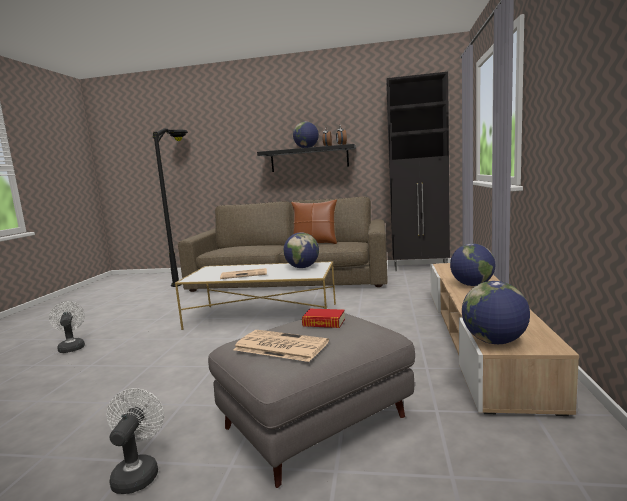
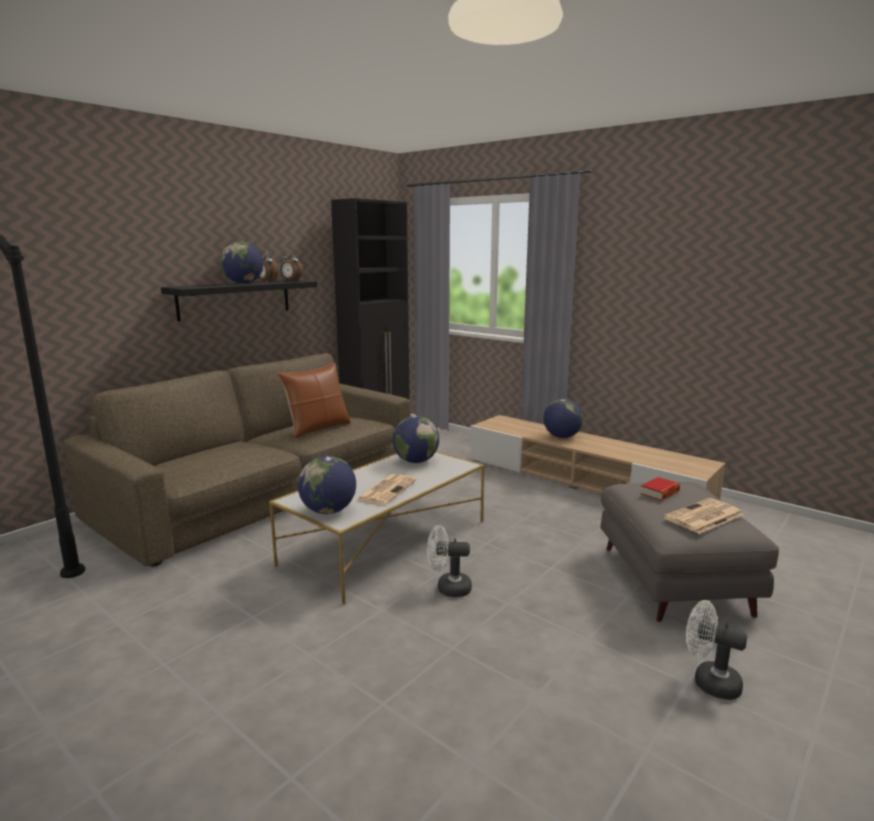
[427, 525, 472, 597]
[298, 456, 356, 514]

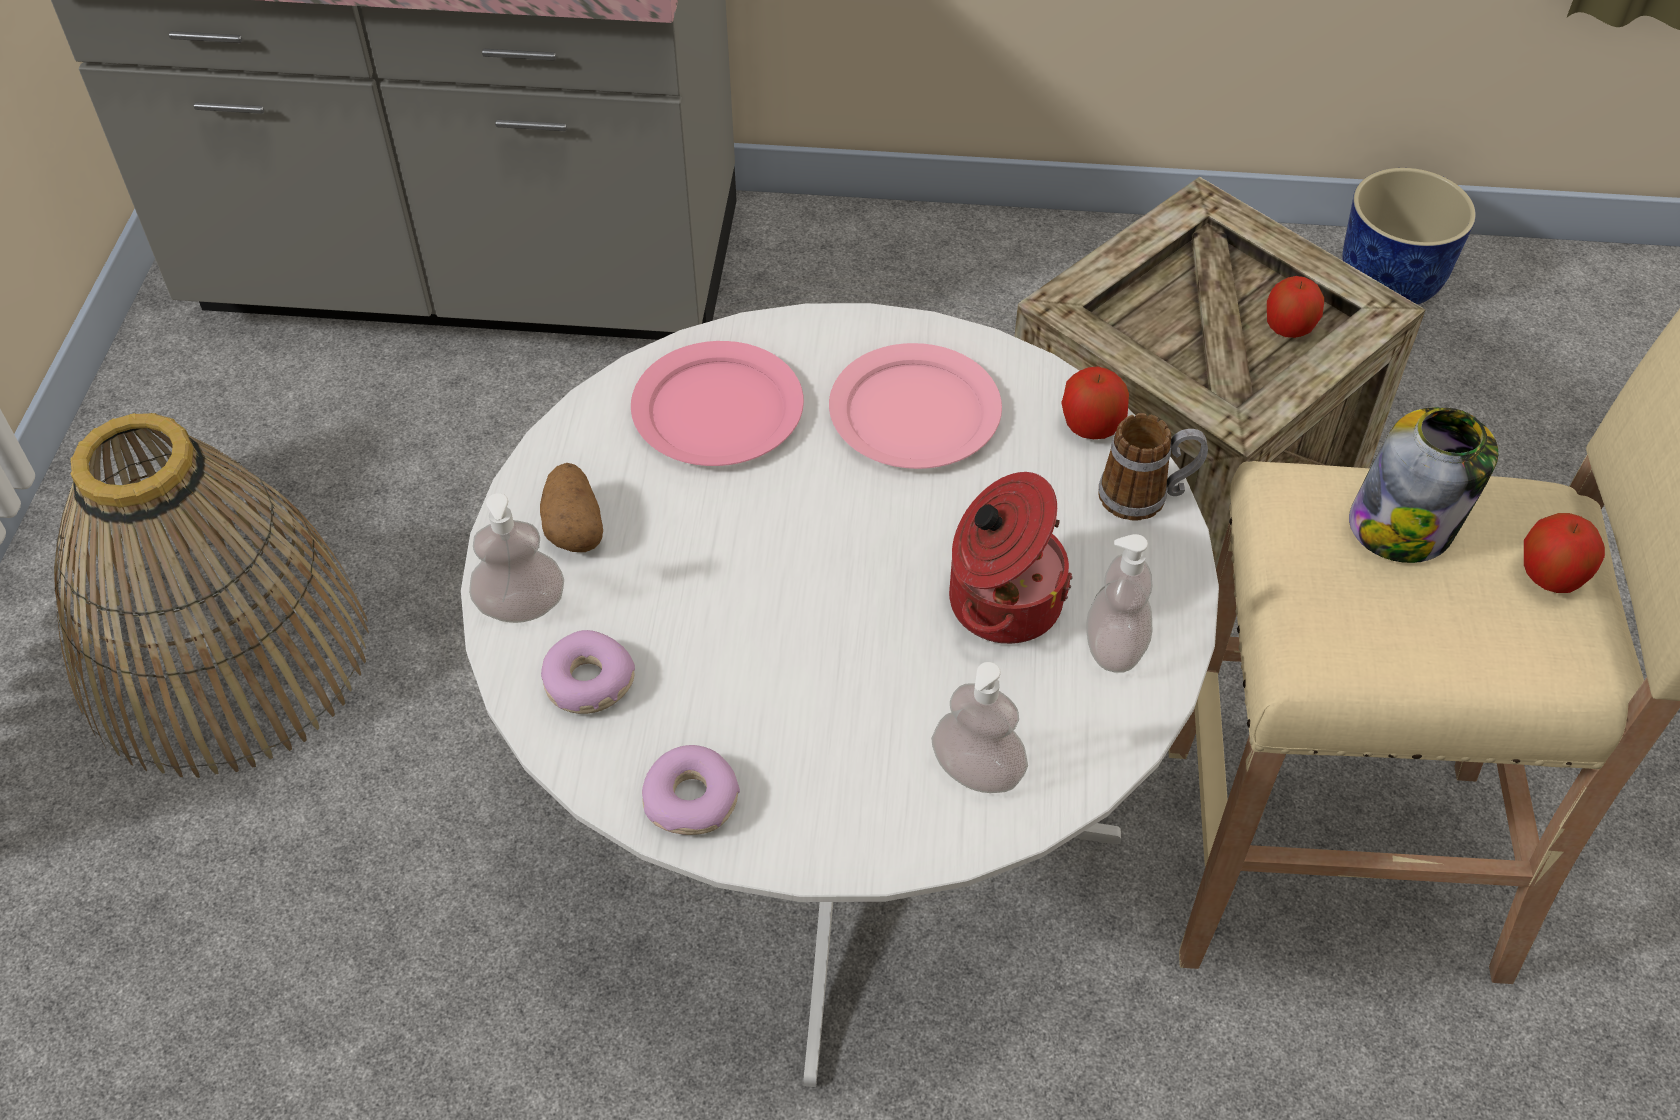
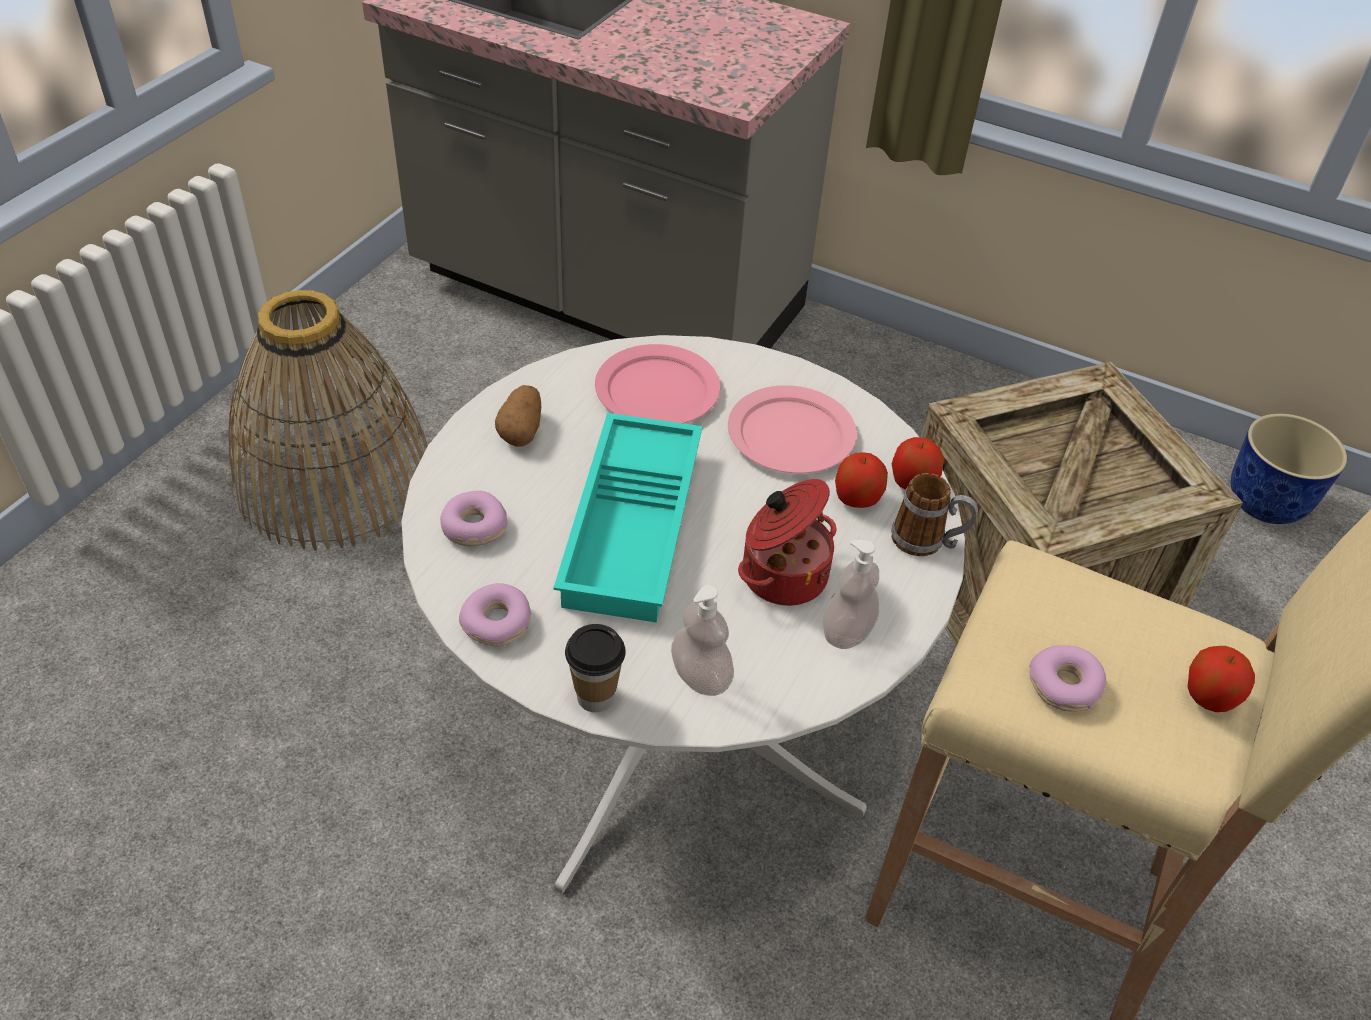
[469, 493, 564, 623] (first image)
[835, 452, 888, 508]
[1349, 407, 1498, 563] (first image)
[554, 413, 702, 623]
[565, 624, 626, 712]
[1029, 645, 1106, 712]

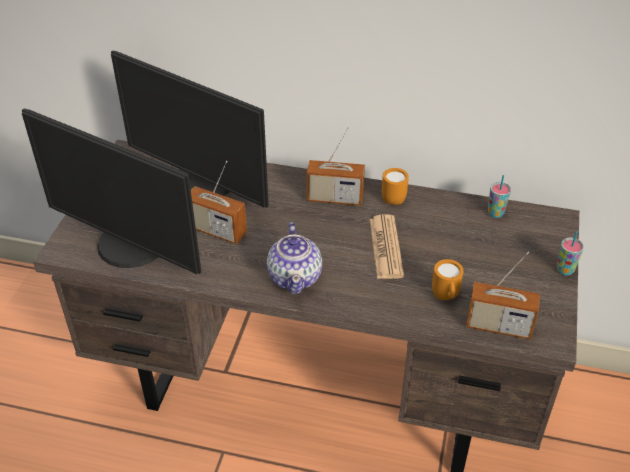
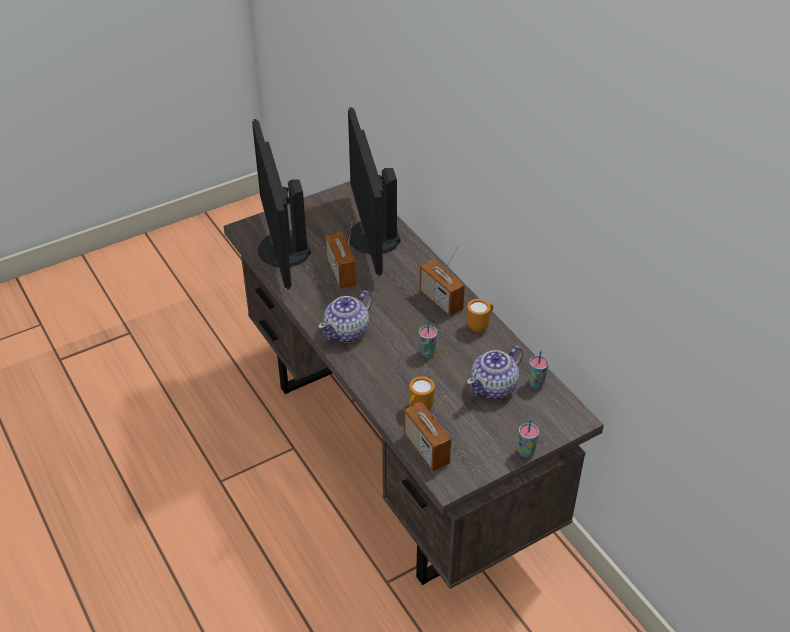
[419, 320, 437, 358]
[467, 346, 523, 399]

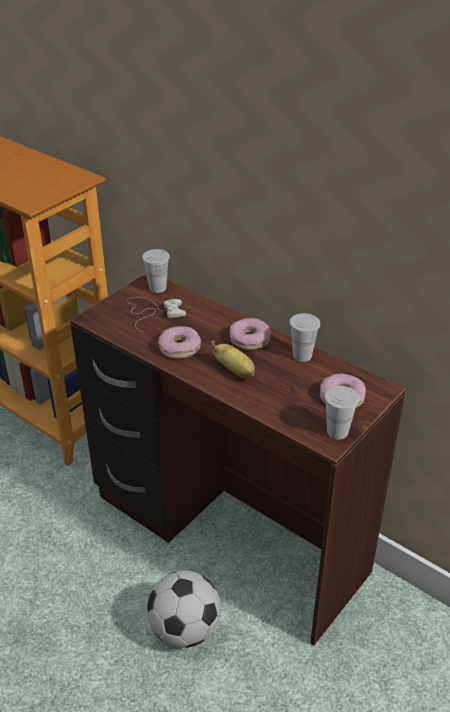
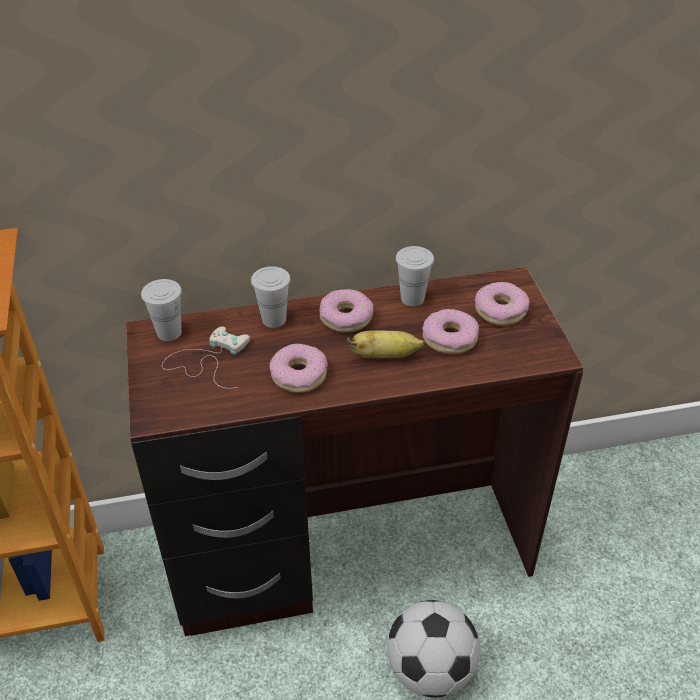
[251, 266, 291, 328]
[422, 309, 479, 354]

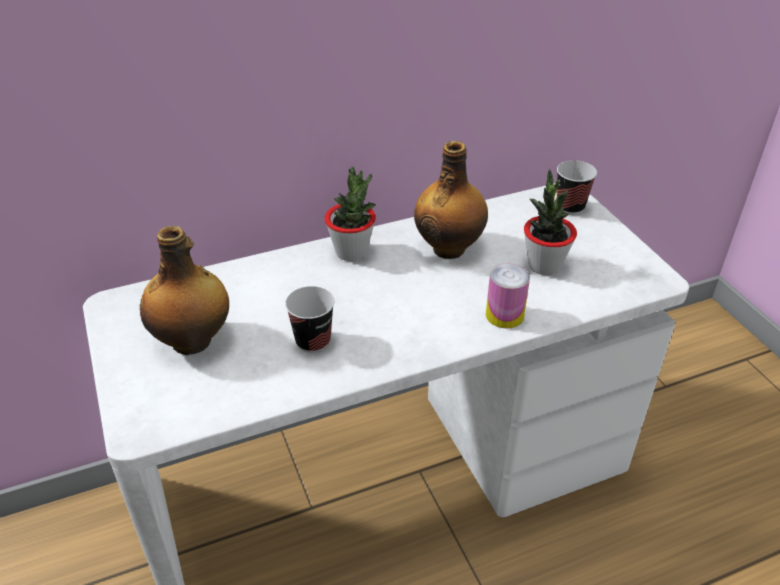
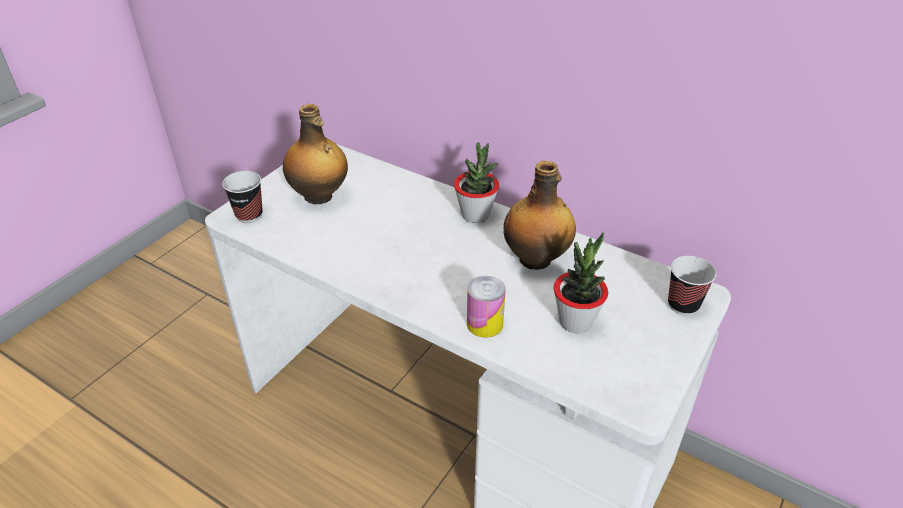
[222, 171, 263, 223]

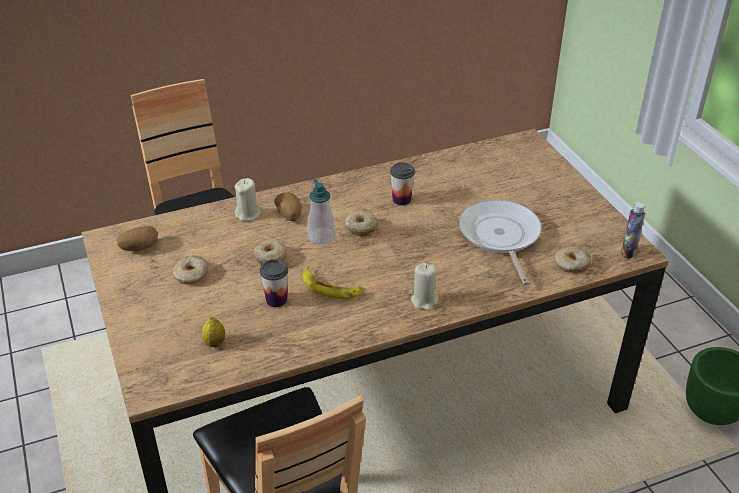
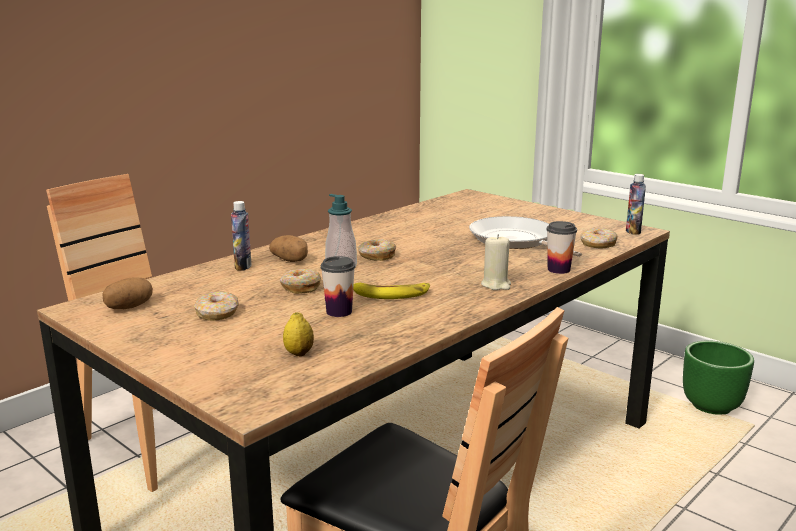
[231, 201, 251, 271]
[546, 221, 577, 274]

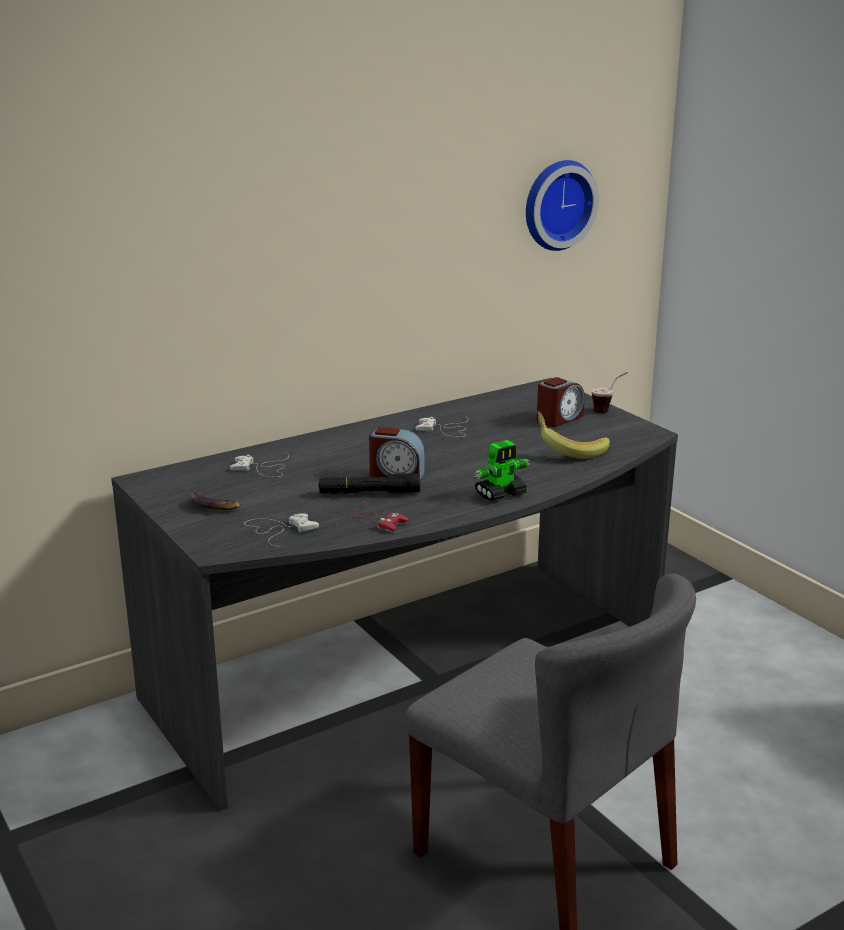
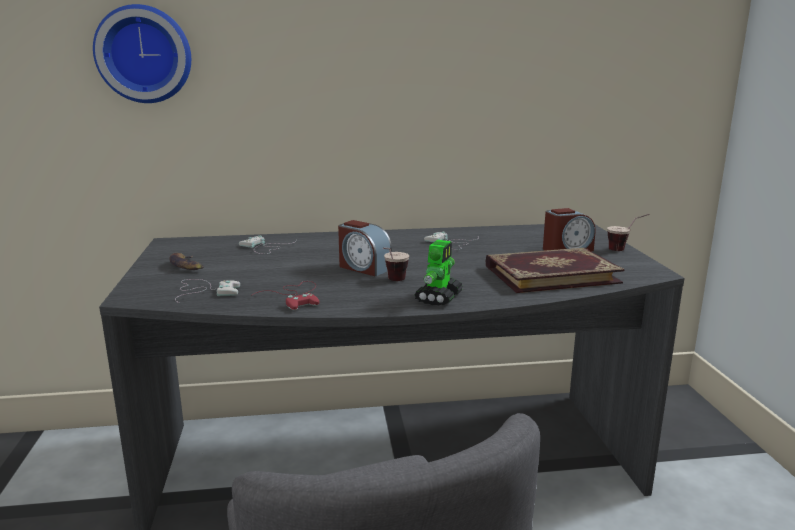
[319, 473, 420, 494] (first image)
[414, 240, 463, 305]
[93, 4, 191, 103]
[486, 248, 625, 293]
[383, 248, 409, 281]

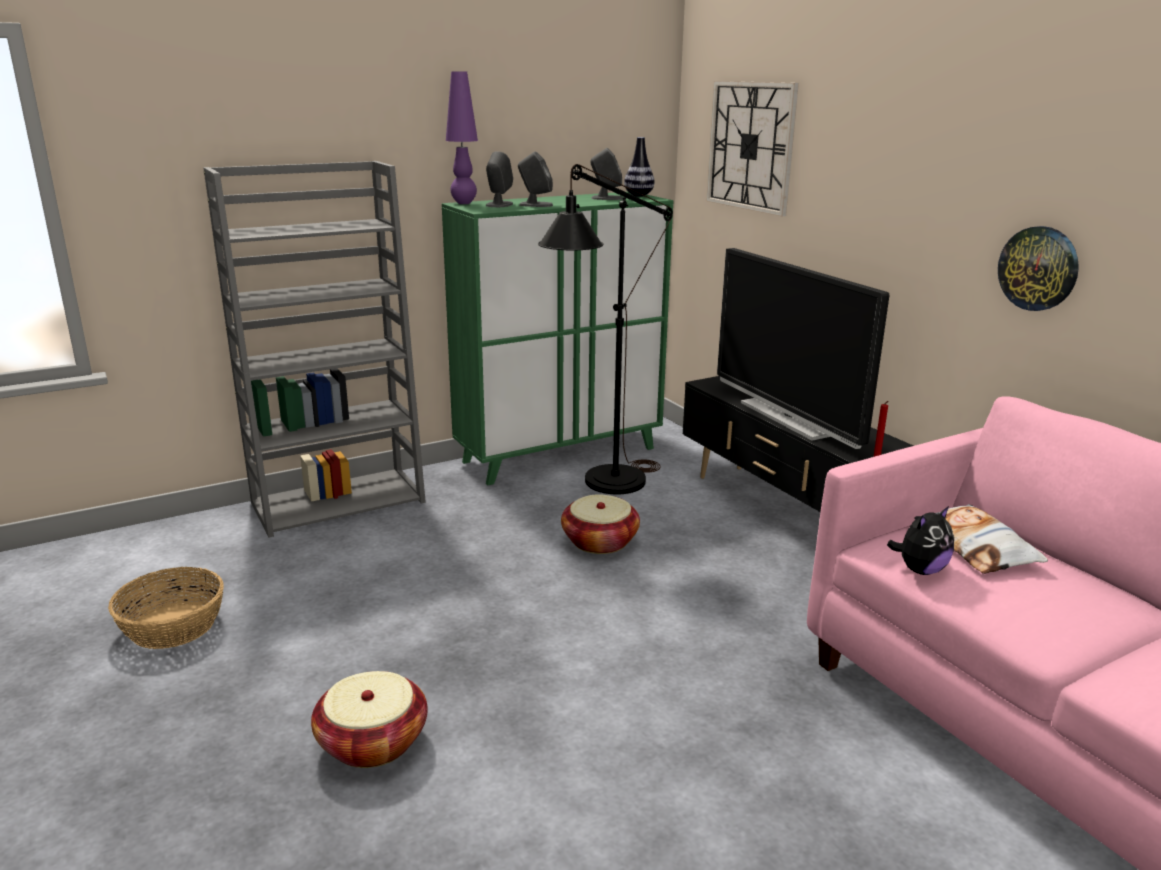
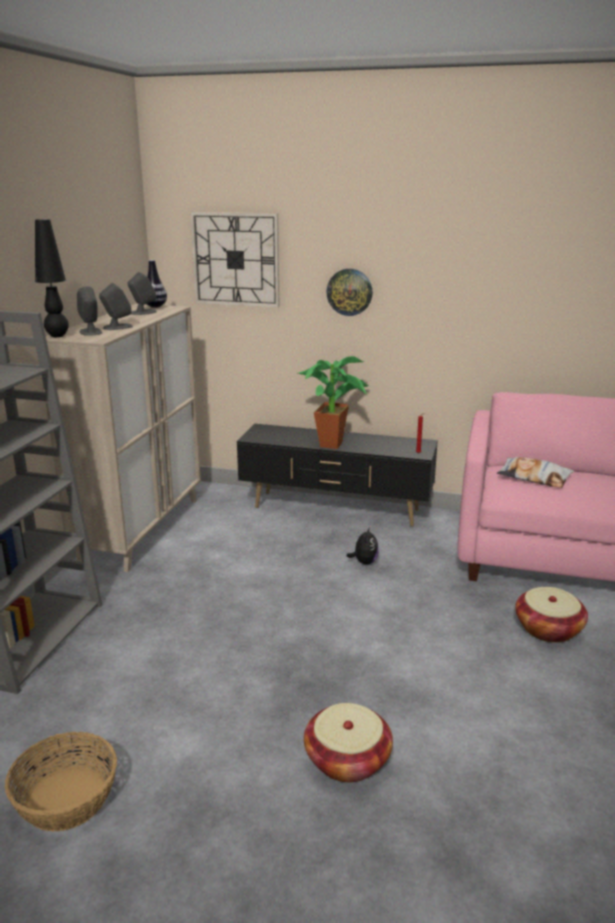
[42, 304, 201, 572]
[35, 219, 69, 337]
[538, 164, 673, 494] (first image)
[515, 587, 588, 643]
[298, 356, 368, 449]
[347, 527, 379, 565]
[327, 269, 372, 316]

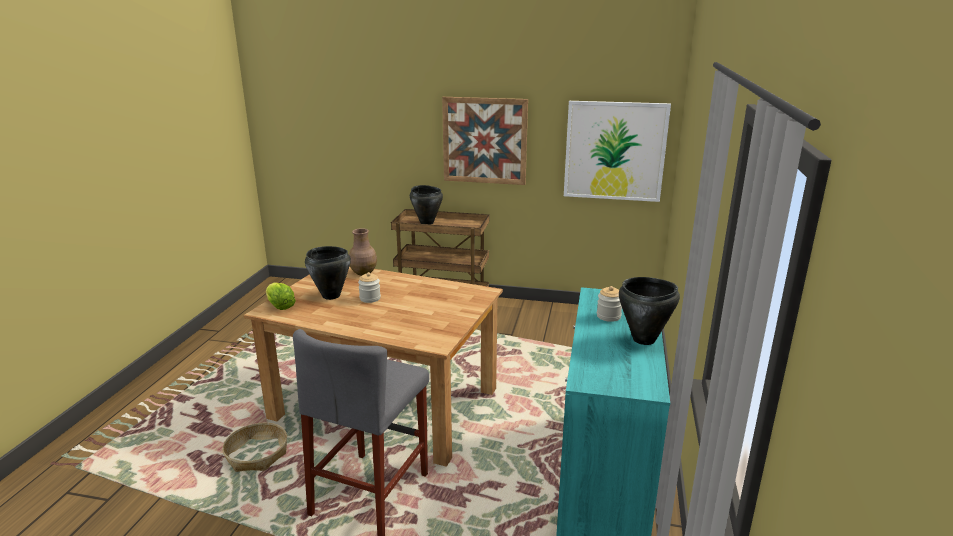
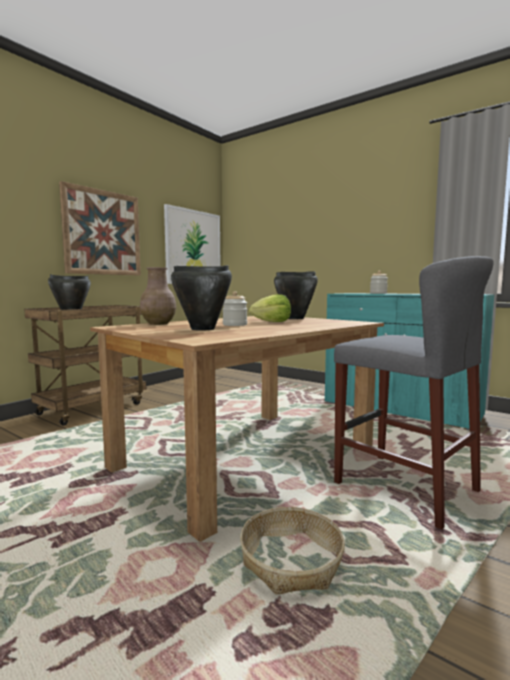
[249, 294, 291, 322]
[274, 271, 318, 319]

